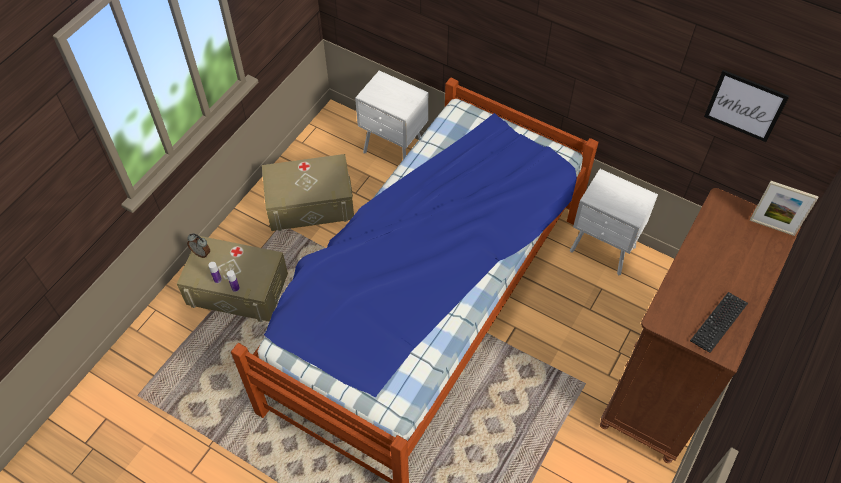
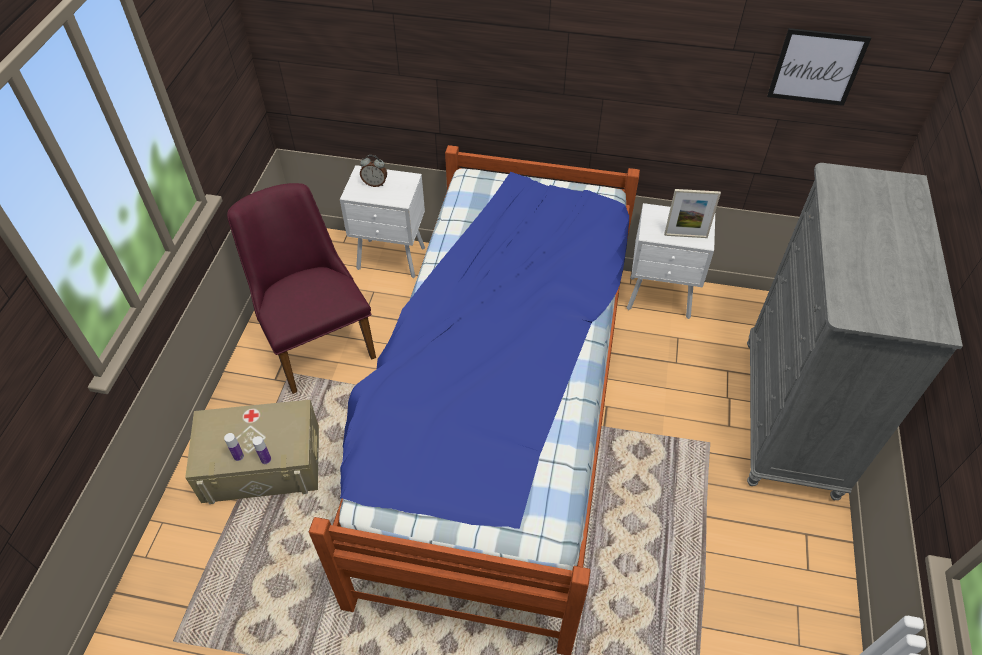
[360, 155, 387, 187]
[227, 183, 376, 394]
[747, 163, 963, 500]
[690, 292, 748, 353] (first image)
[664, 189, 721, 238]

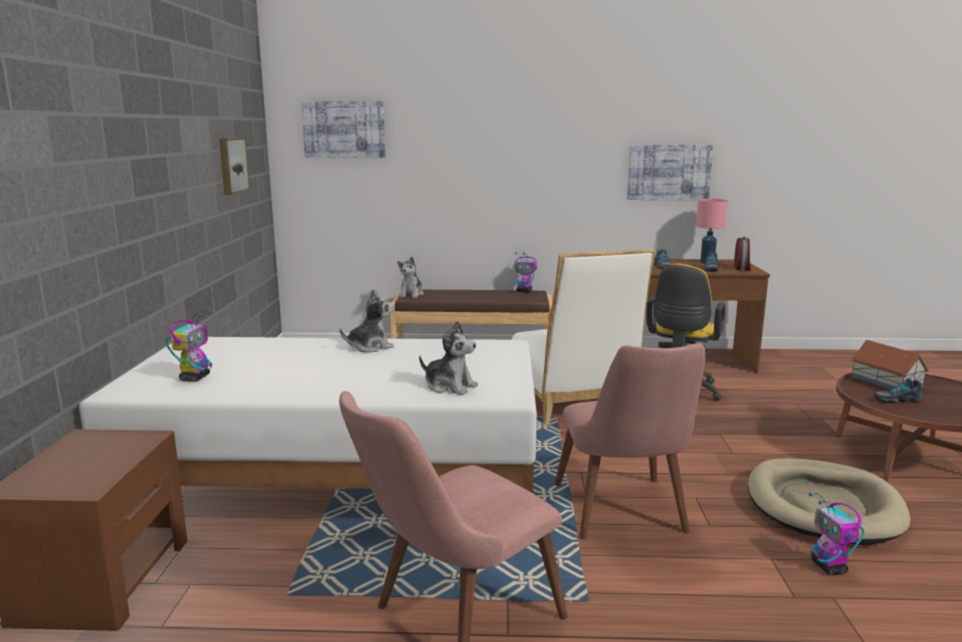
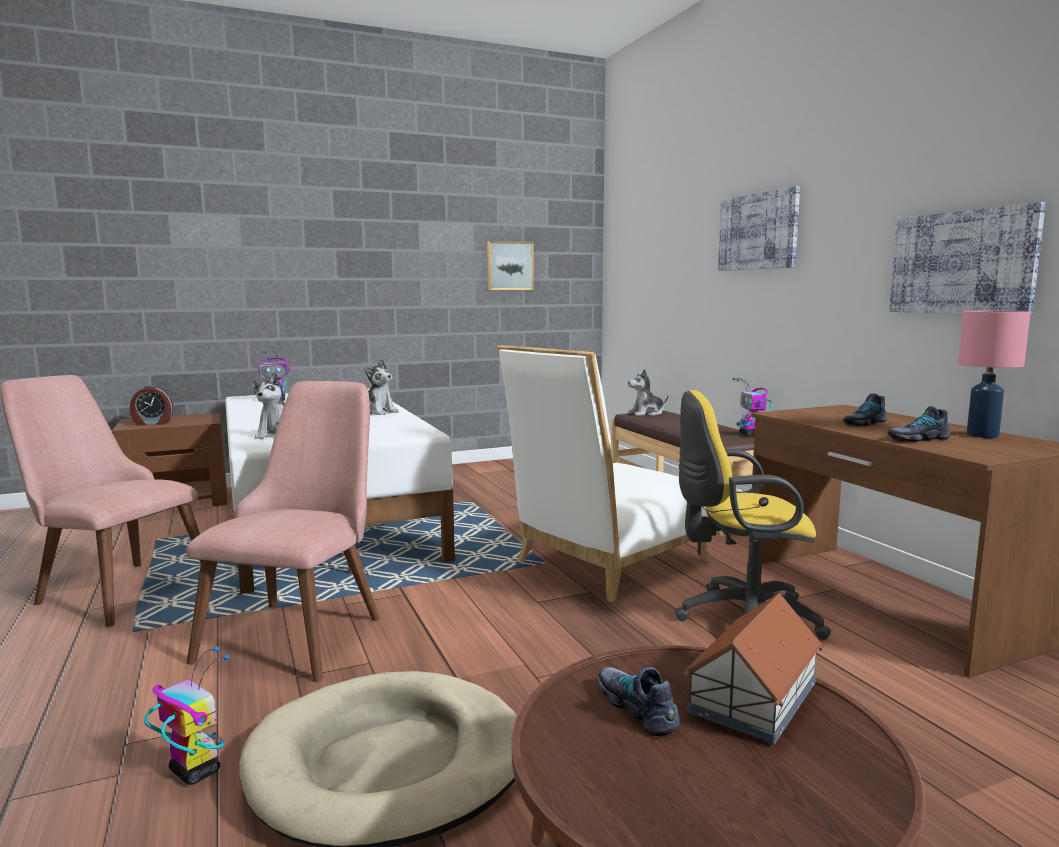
[718, 186, 800, 271]
[186, 381, 380, 682]
[130, 386, 173, 426]
[144, 646, 230, 785]

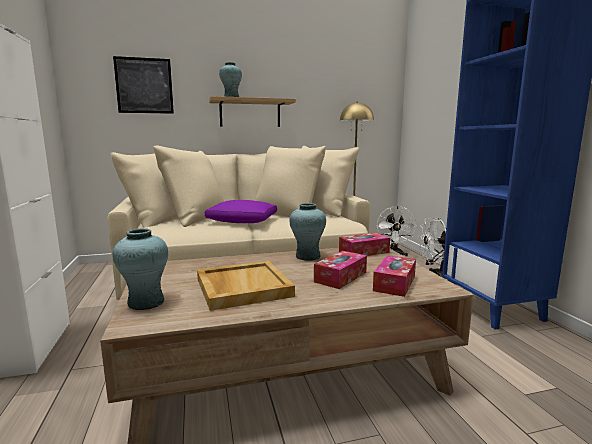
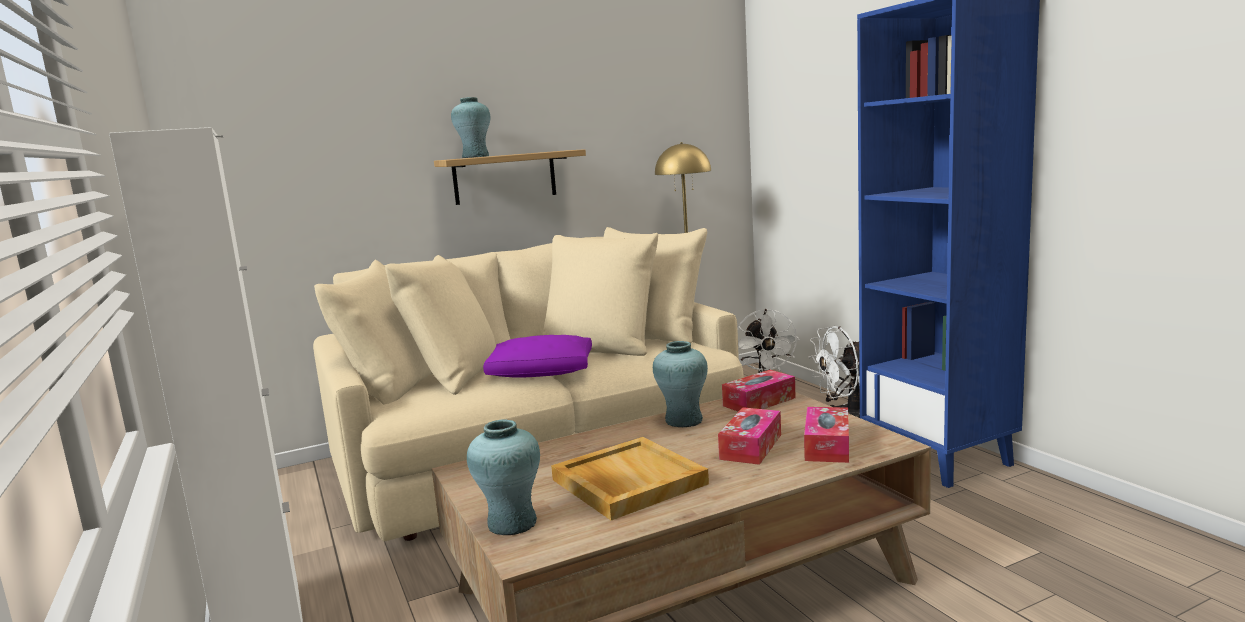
[113, 56, 174, 114] (first image)

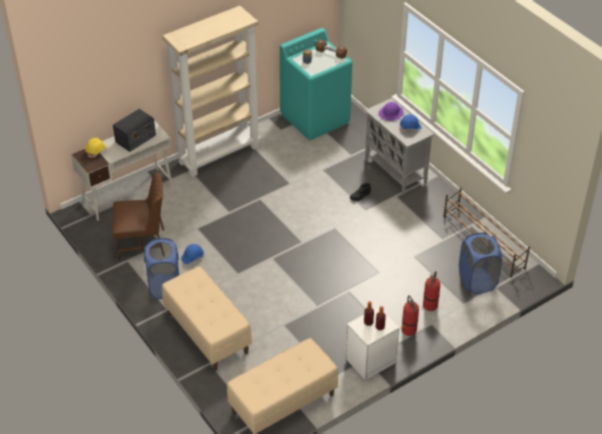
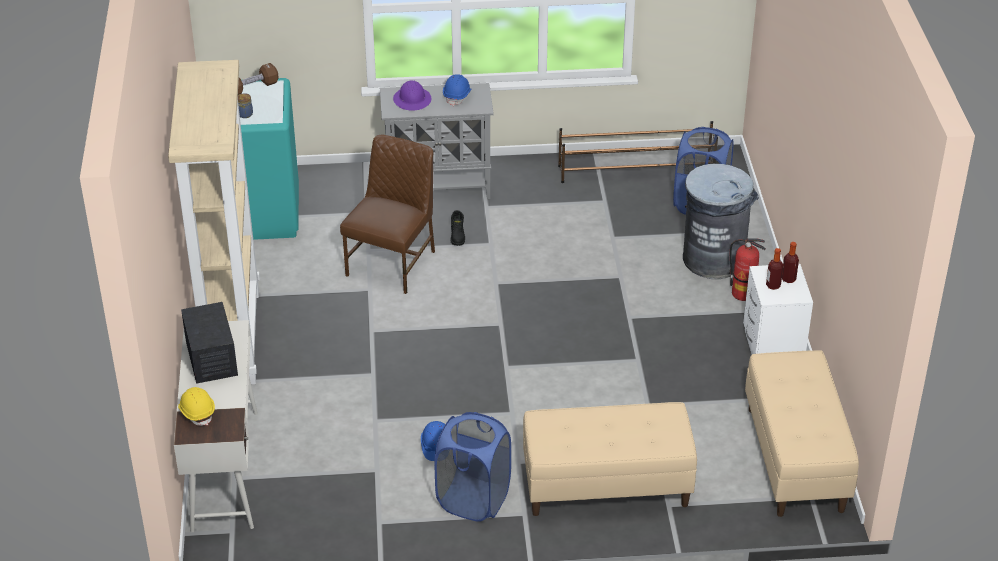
[340, 135, 435, 294]
[683, 164, 759, 279]

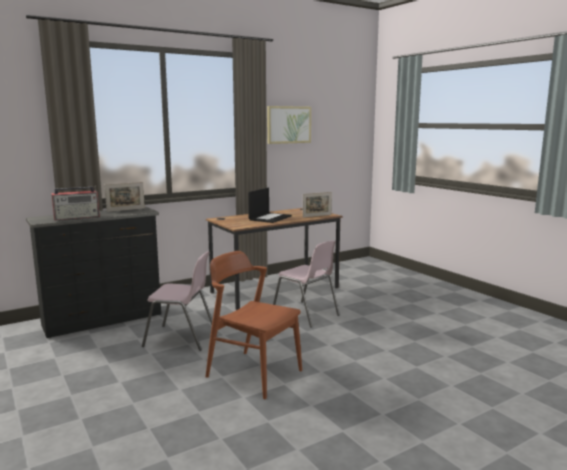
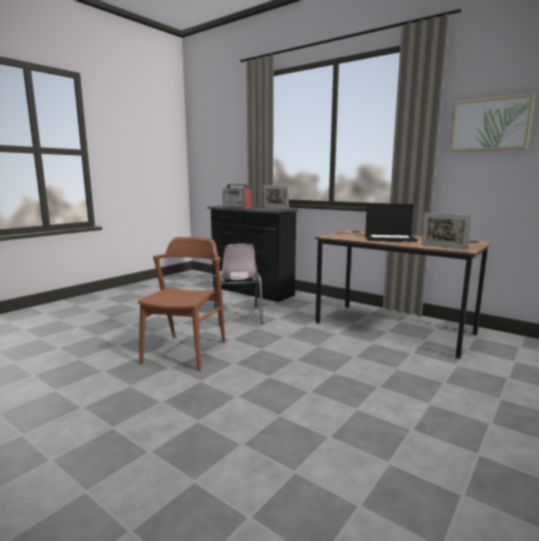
[273, 240, 340, 328] (first image)

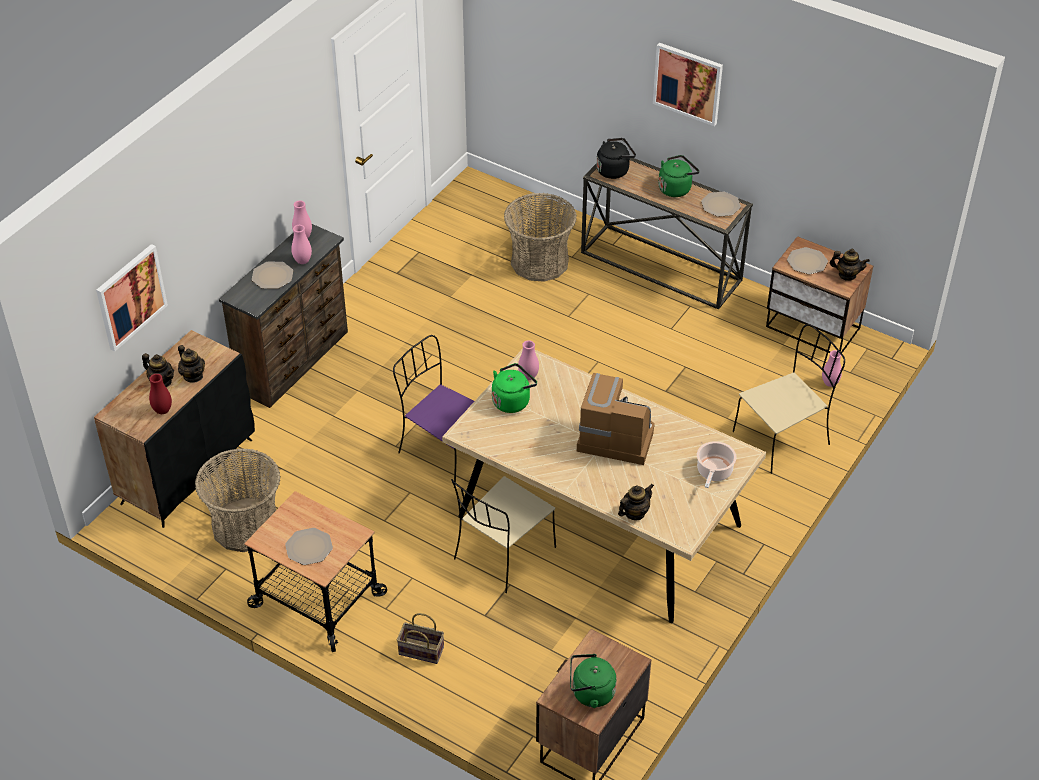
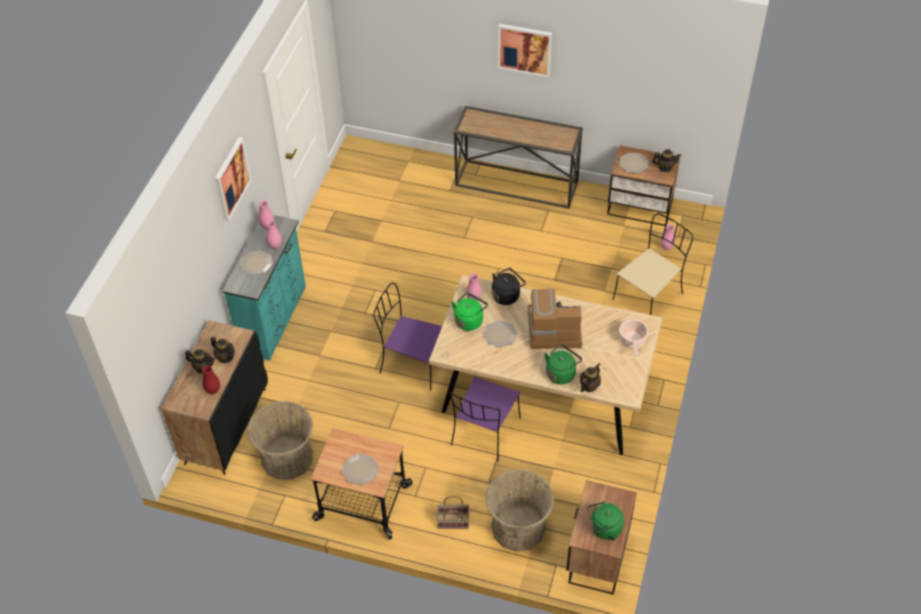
[215, 137, 252, 221]
[223, 215, 306, 361]
[449, 376, 521, 462]
[485, 469, 554, 552]
[492, 268, 526, 305]
[544, 344, 582, 384]
[483, 321, 517, 348]

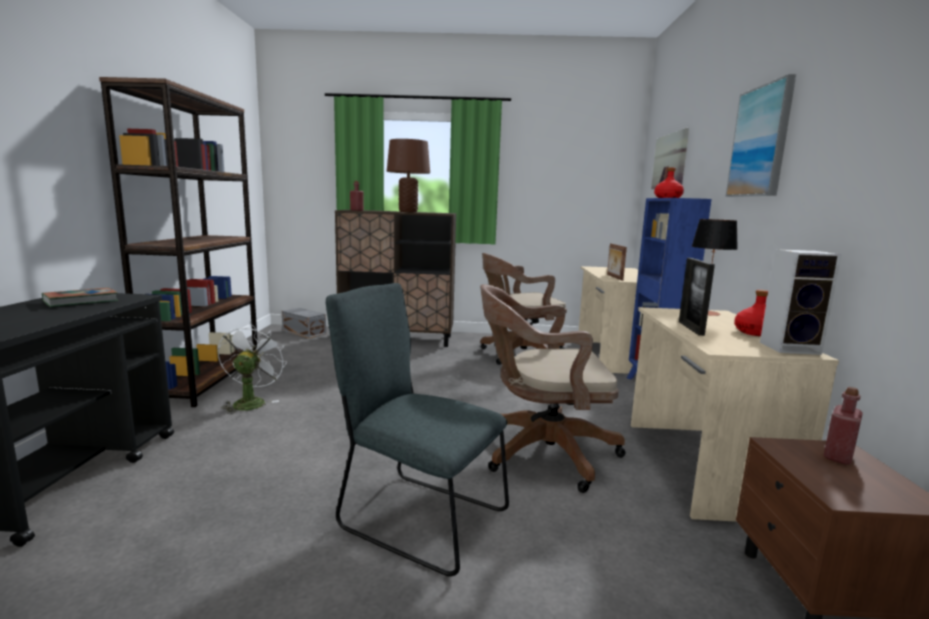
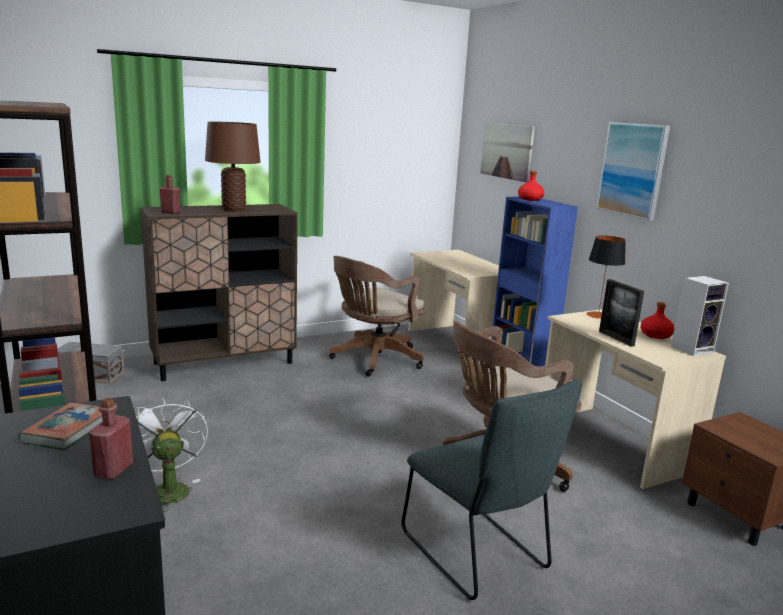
[402, 380, 582, 600]
[607, 243, 627, 281] (first image)
[89, 398, 133, 480]

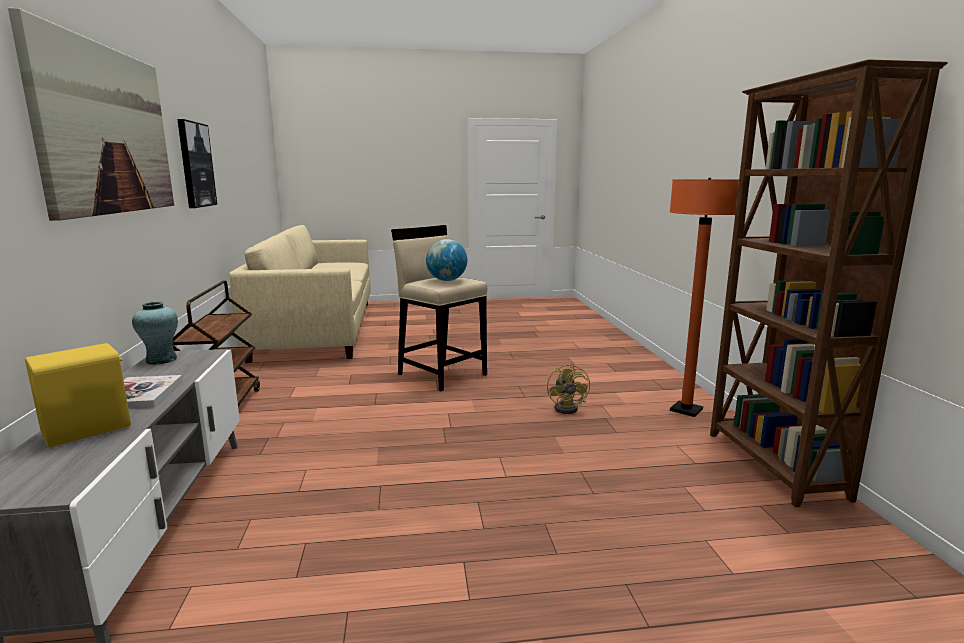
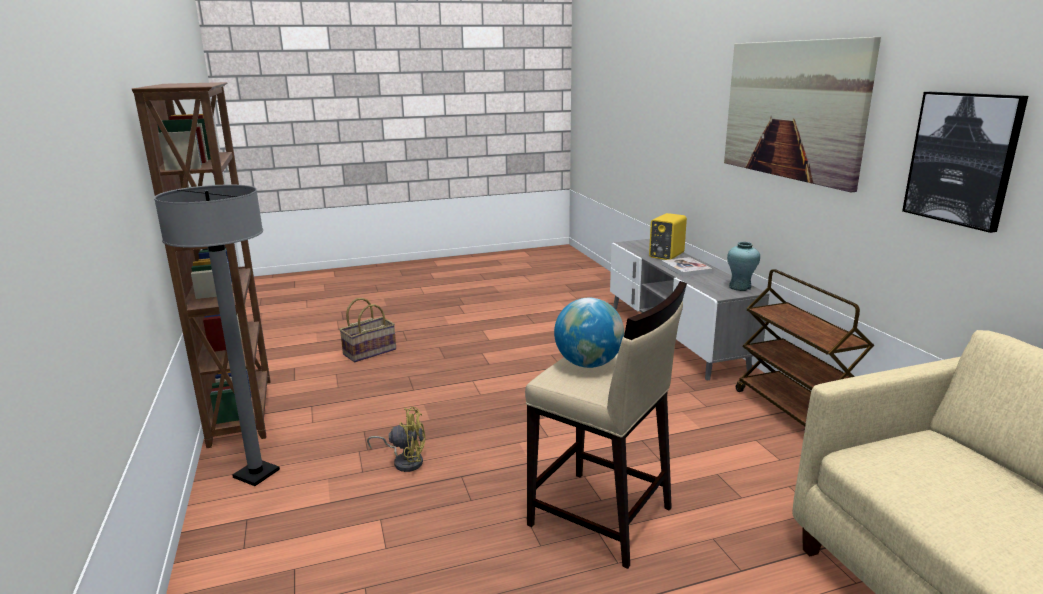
[367, 407, 426, 472]
[154, 185, 280, 486]
[339, 298, 396, 362]

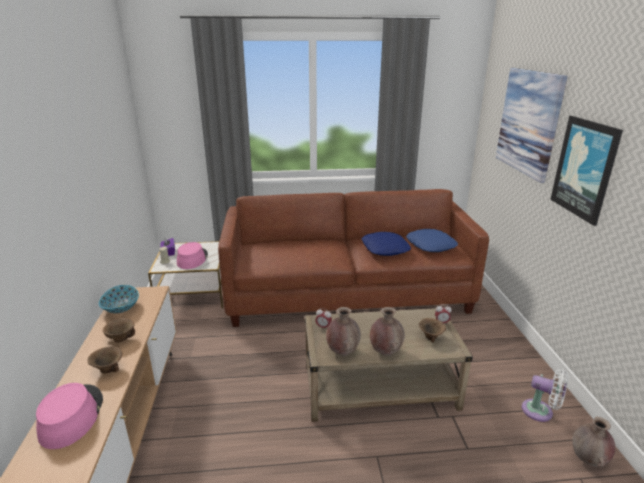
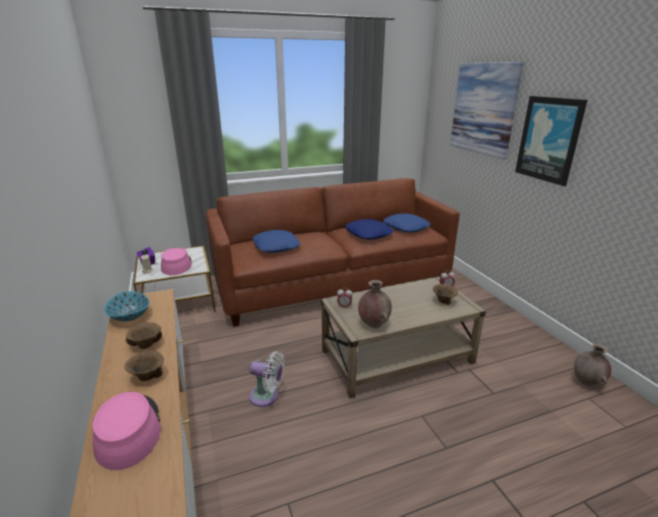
[370, 307, 405, 356] (first image)
[249, 351, 285, 407]
[252, 230, 301, 253]

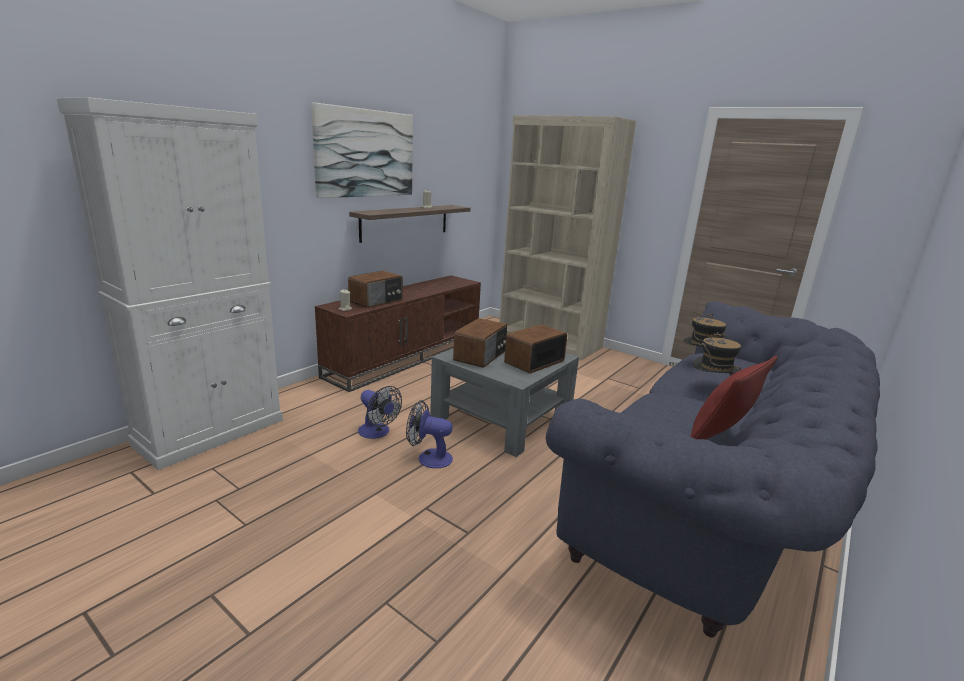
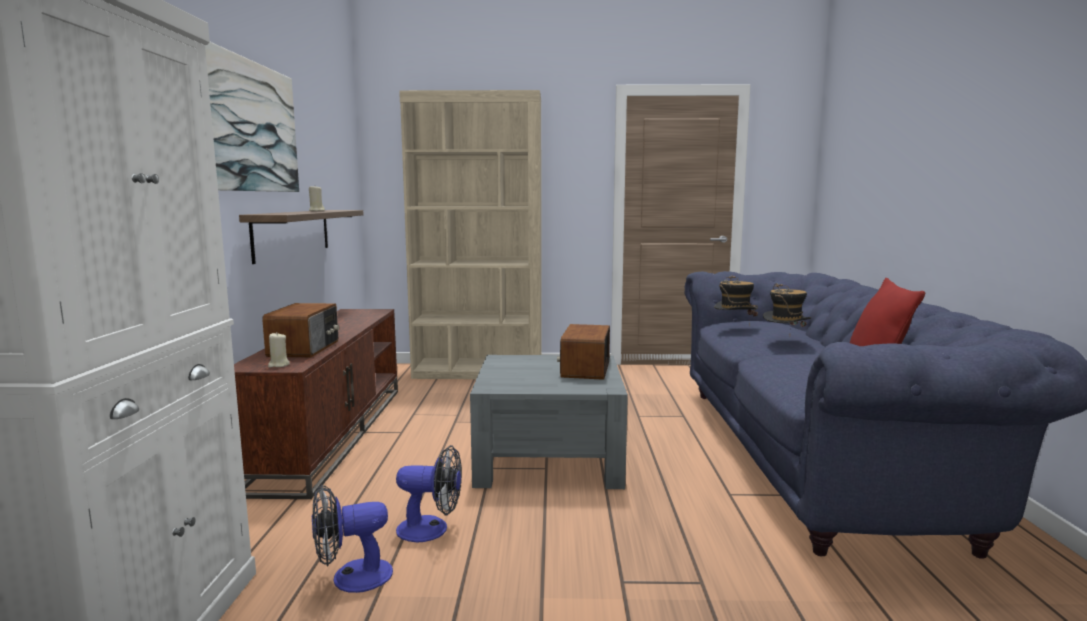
[312, 485, 393, 593]
[453, 318, 508, 368] (first image)

